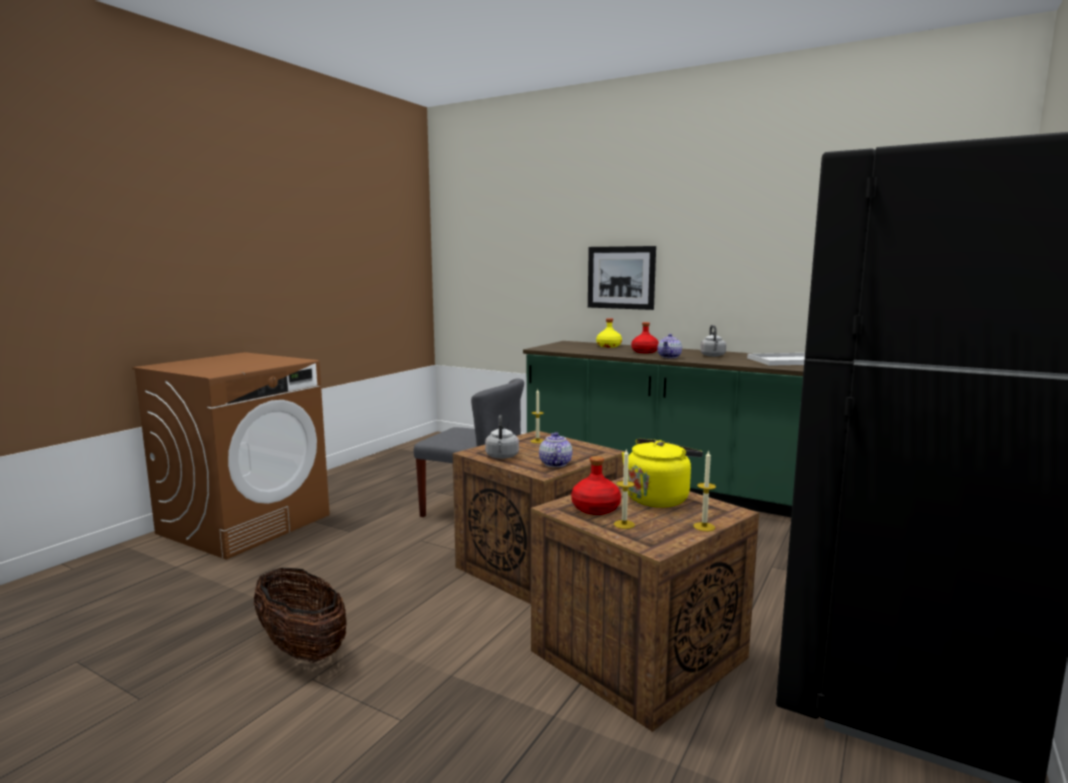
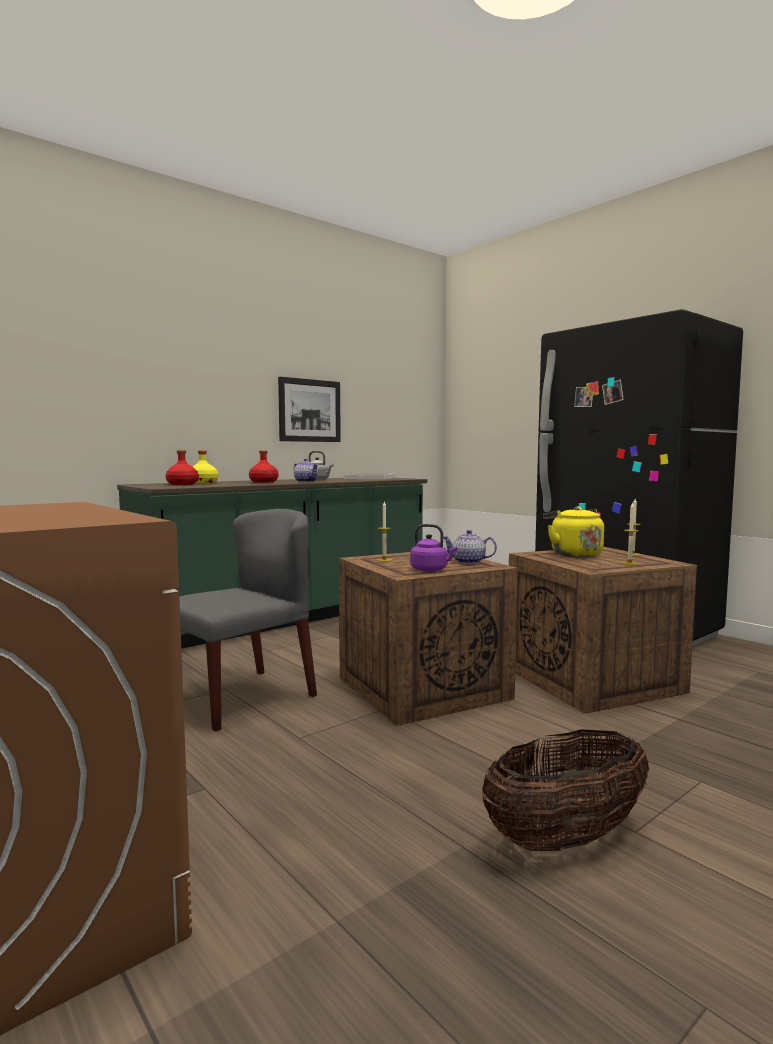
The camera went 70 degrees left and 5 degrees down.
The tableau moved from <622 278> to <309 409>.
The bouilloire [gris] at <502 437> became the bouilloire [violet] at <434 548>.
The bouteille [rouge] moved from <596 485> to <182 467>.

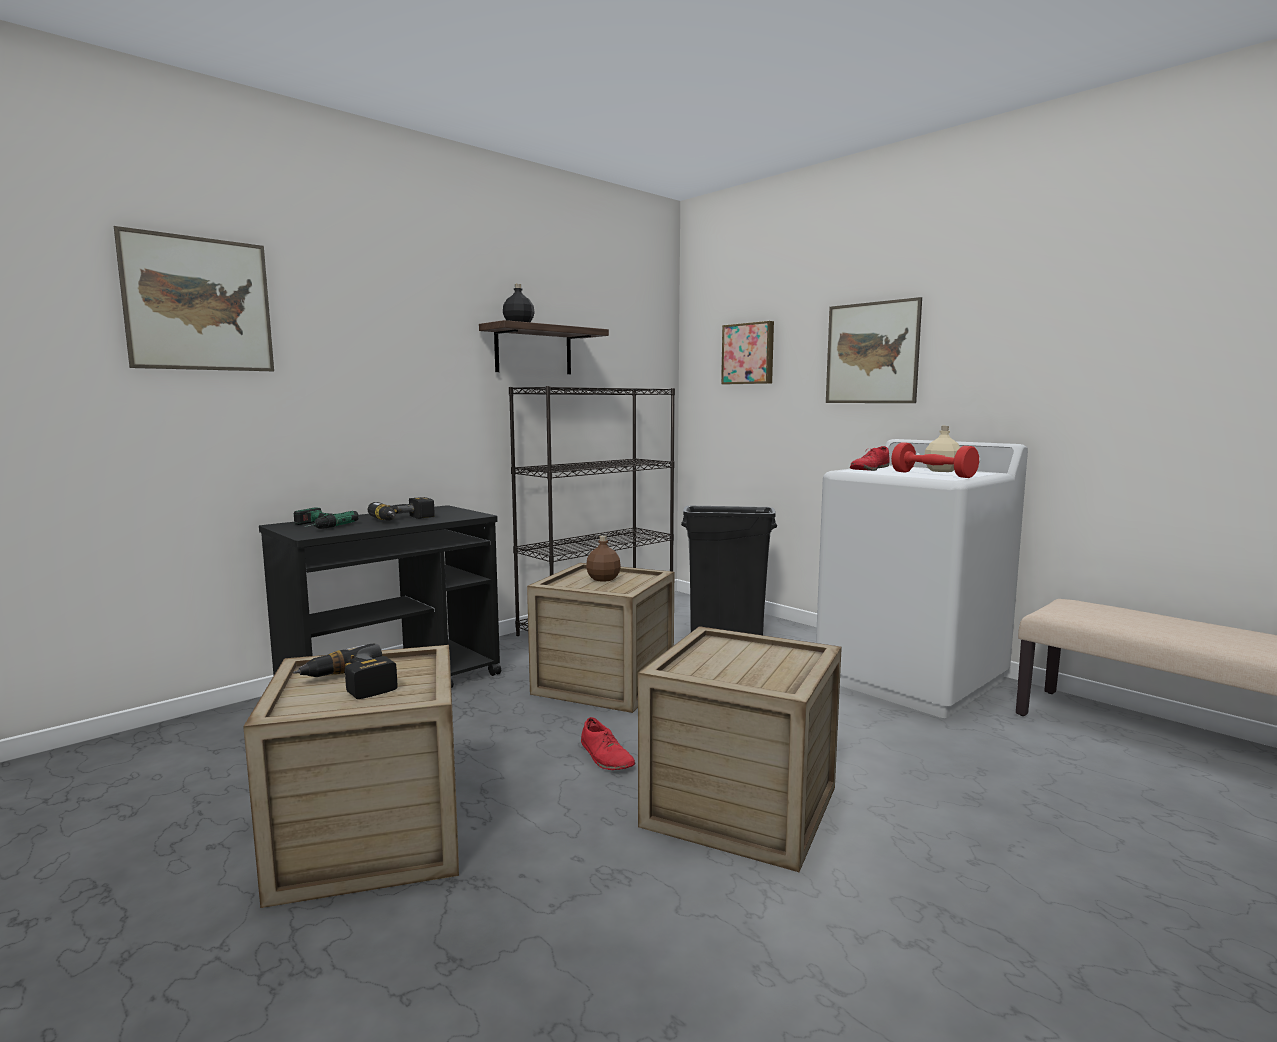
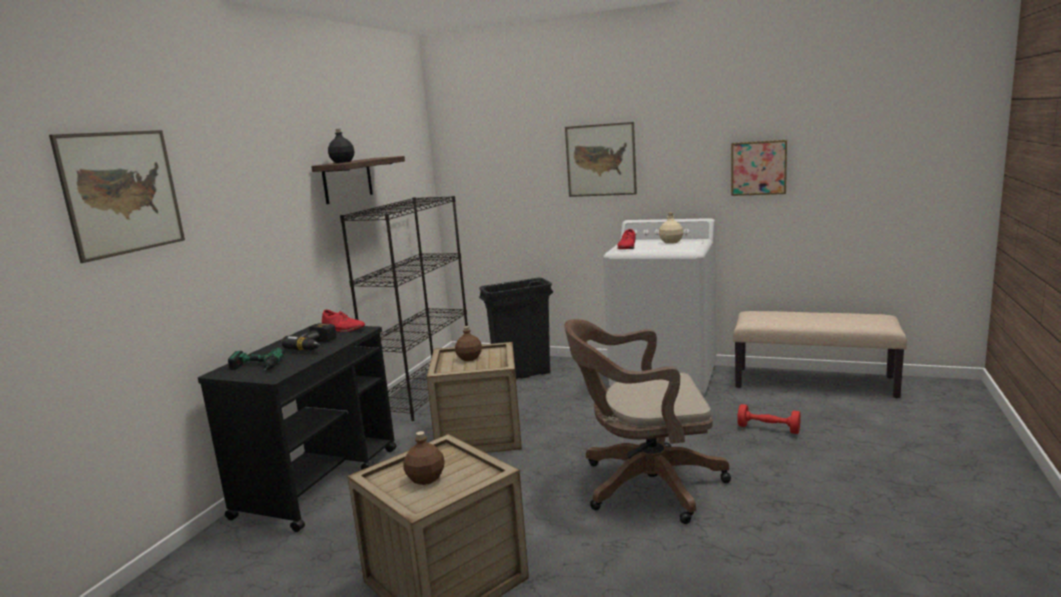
The camera went 25 degrees left and 5 degrees up.
The tableau moved from <747 352> to <759 168>.
The haltère [rouge] moved from <935 460> to <769 419>.
The caisse at <740 749> was replaced by the chaise de bureau [marron] at <647 421>.
The perceuse at <345 671> was replaced by the bouteille [marron] at <424 458>.
The chaussure [rouge] moved from <608 743> to <343 321>.

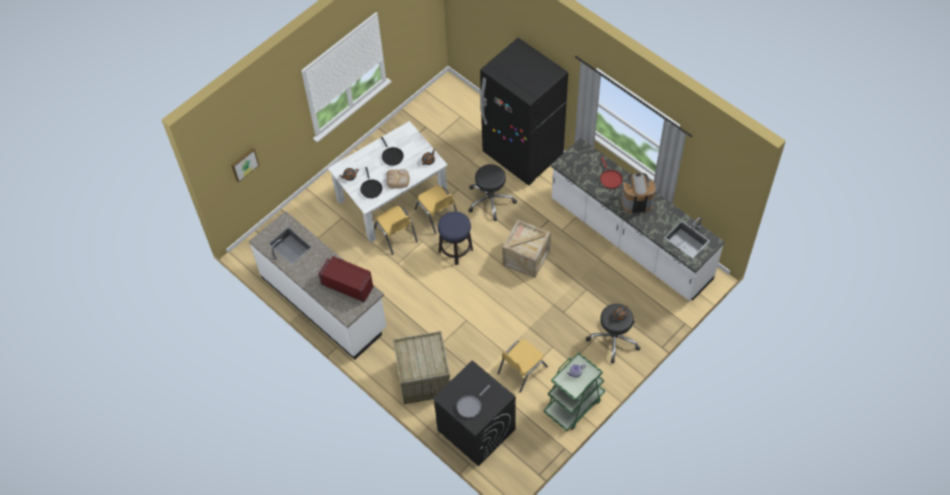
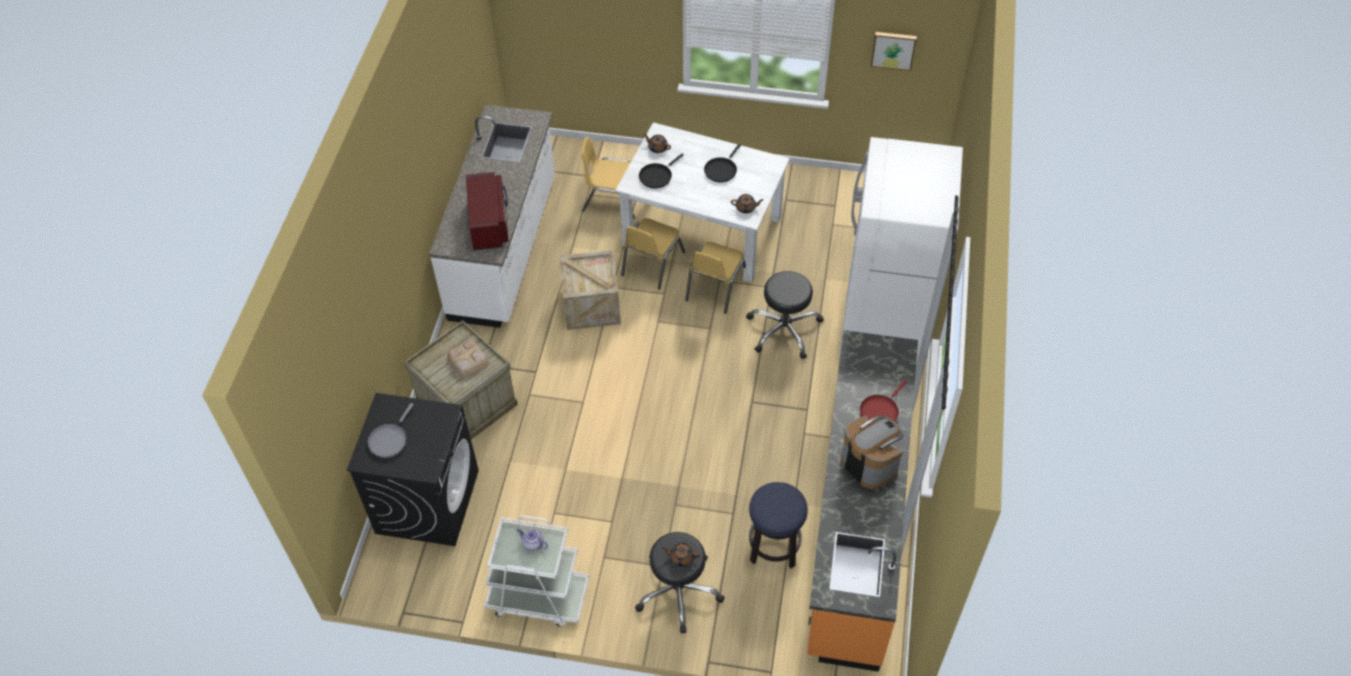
The camera went 55 degrees right and 5 degrees down.
The réfrigérateur [noir] at <524 111> became the réfrigérateur [blanc] at <901 250>.
The comptoir de cuisine [blanc] at <638 219> became the comptoir de cuisine [orange] at <862 501>.
The tableau moved from <245 165> to <894 51>.
The pain moved from <398 179> to <468 358>.
The tabouret moved from <455 238> to <778 525>.
The caisse moved from <526 248> to <590 290>.
The chaise [jaune] moved from <523 366> to <608 178>.
The chariot [vert] at <574 391> became the chariot [blanc] at <536 571>.
The poêle [gris] at <473 401> turned 75 degrees counterclockwise.

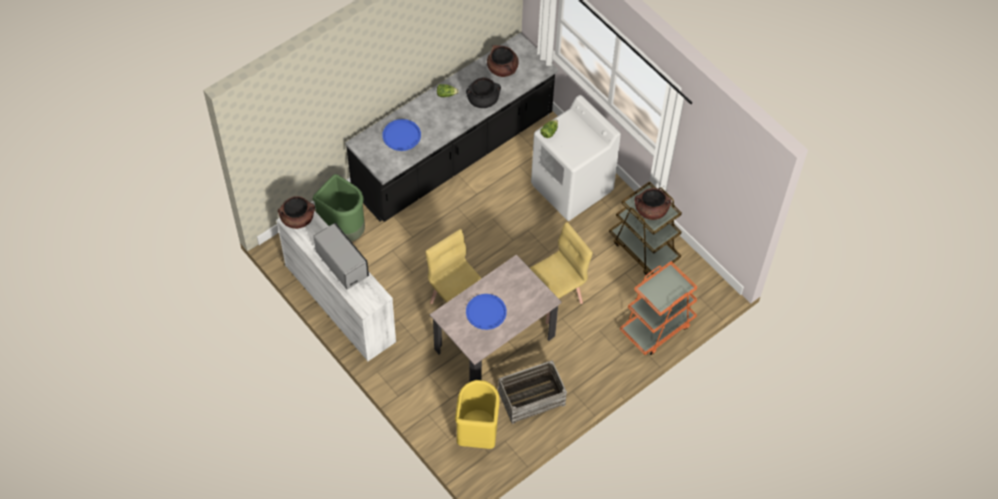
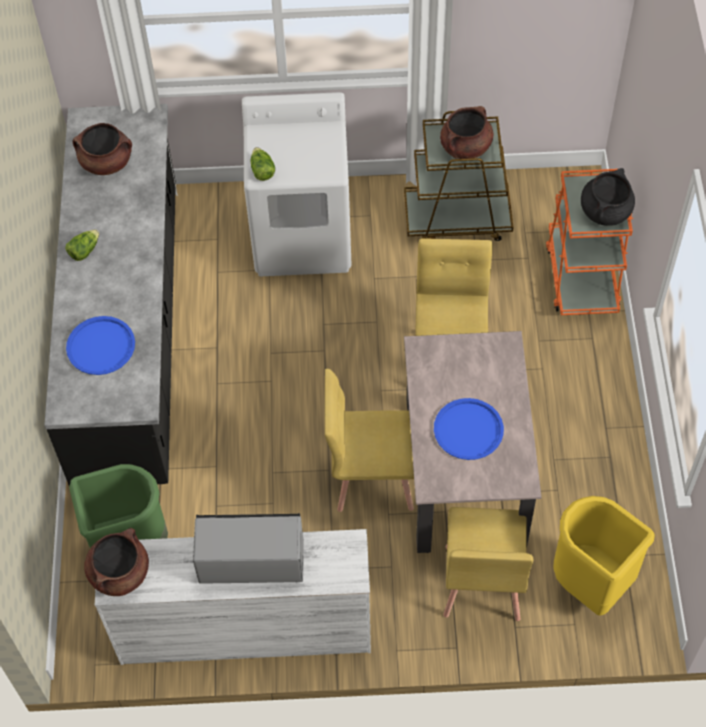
The camera went 50 degrees left and 0 degrees up.
The marmite [noir] moved from <483 92> to <608 197>.
The caisse at <532 392> disappeared.
The chaise [jaune] at <488 564> appeared.

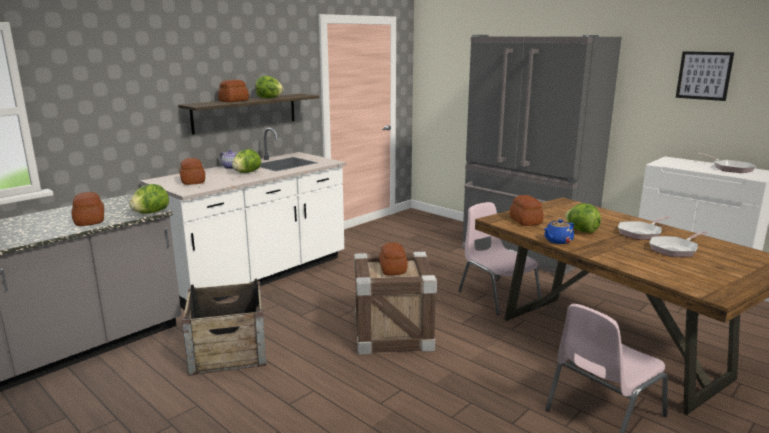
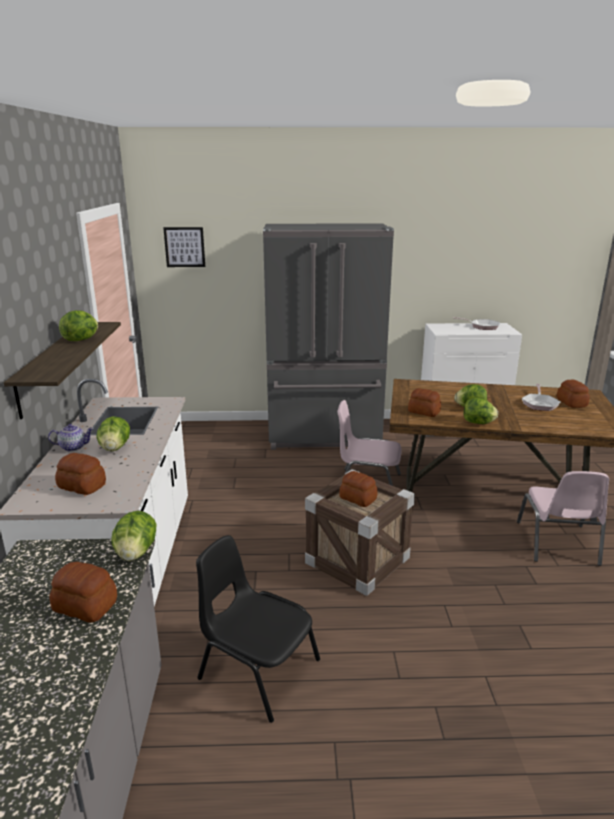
The camera went 45 degrees left and 5 degrees up.
The tableau moved from <705 76> to <184 247>.
The pain moved from <233 91> to <573 394>.
The poêle at <644 228> disappeared.
The théière [bleu] at <559 231> was replaced by the laitue at <481 411>.
The caisse at <224 327> was replaced by the chaise [noir] at <258 629>.

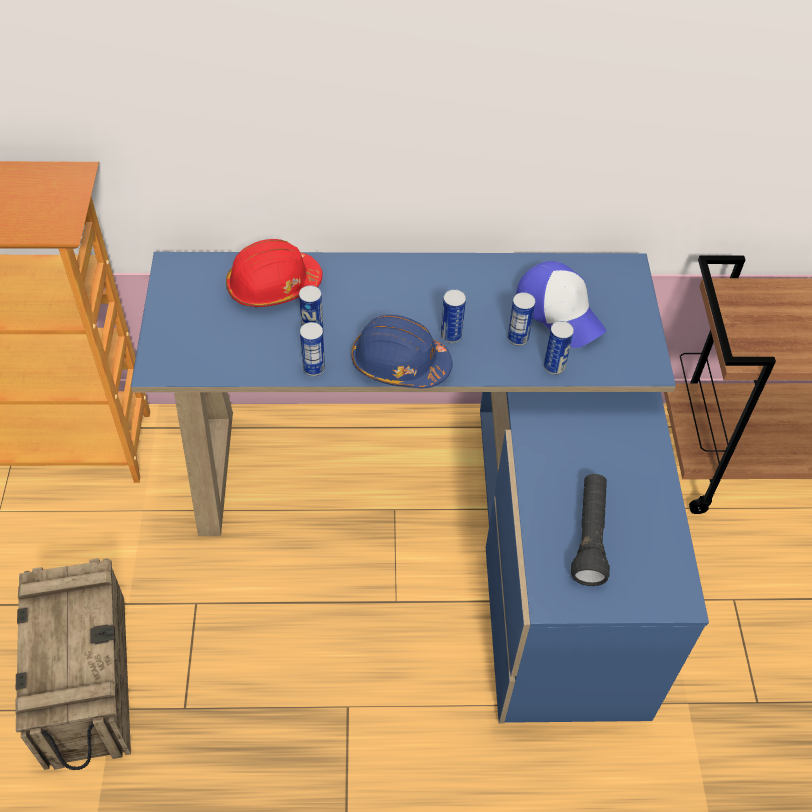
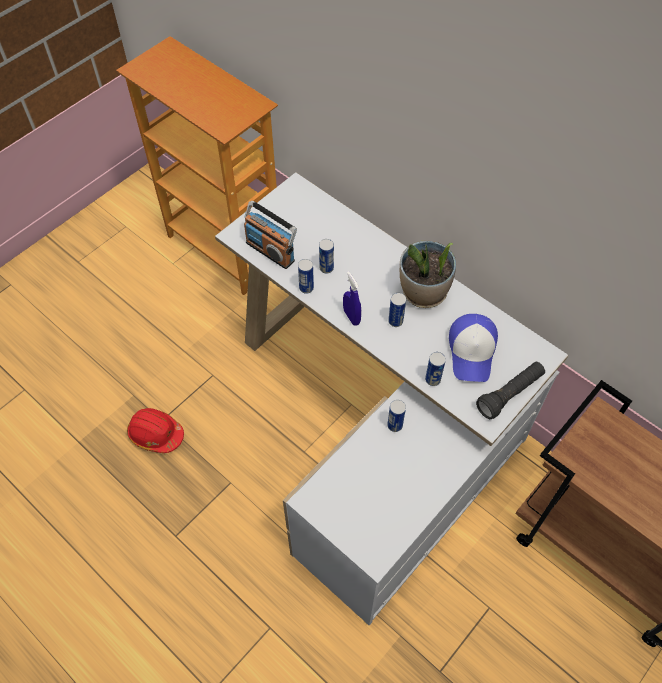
The camera went 45 degrees right and 5 degrees up.
The casque de chantier [rouge] moved from <274 273> to <155 430>.
The bureau [bleu] at <420 488> became the bureau [blanc] at <391 398>.
The boîte métallique moved from <521 319> to <396 416>.
The casque de chantier [bleu] at <402 351> was replaced by the vaporisateur [bleu] at <352 298>.
The lampe de poche [noir] moved from <590 530> to <510 390>.
The caisse at <73 664> disappeared.
The radio at <270 235> appeared.
The plante en pot at <428 274> appeared.

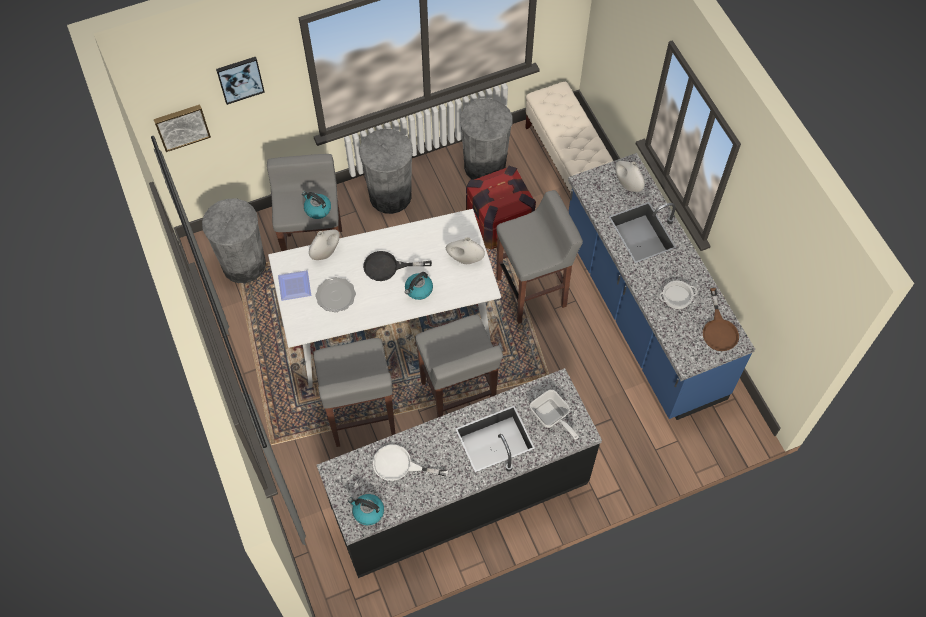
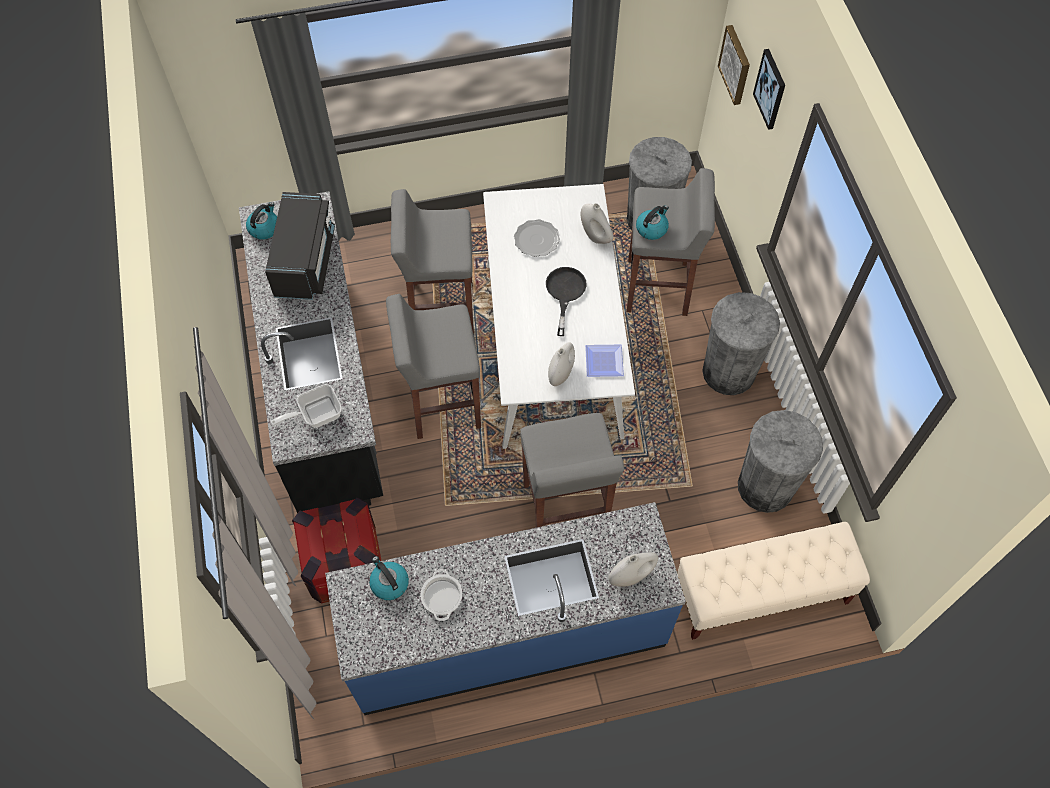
The camera went 100 degrees right and 0 degrees up.
The caisse moved from <501 207> to <337 551>.
The assiette moved from <294 285> to <604 361>.
The bouilloire moved from <419 286> to <389 578>.
The poêle [marron] at <721 319> disappeared.
The poêle [blanc] at <410 463> was replaced by the micro-ondes [noir] at <300 246>.

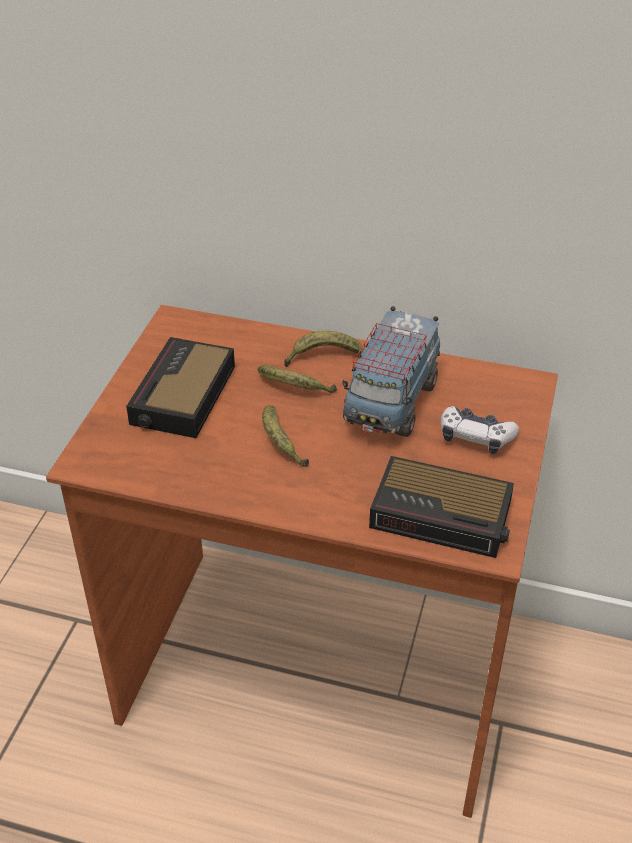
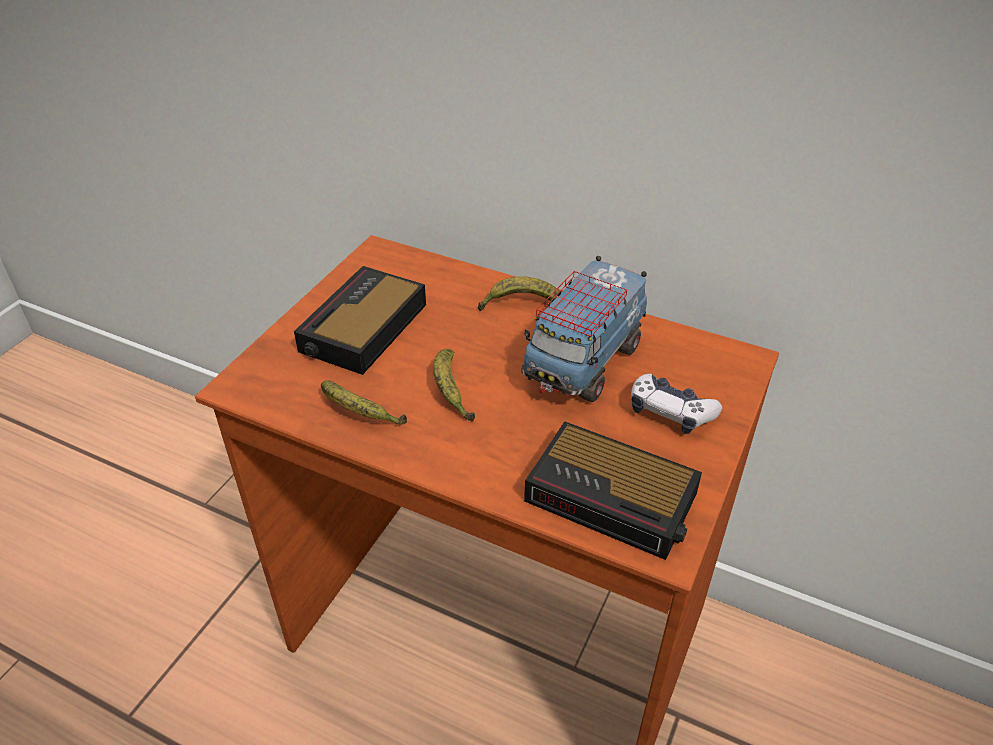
The camera went 10 degrees right and 0 degrees up.
The banane moved from <297 379> to <364 402>.

